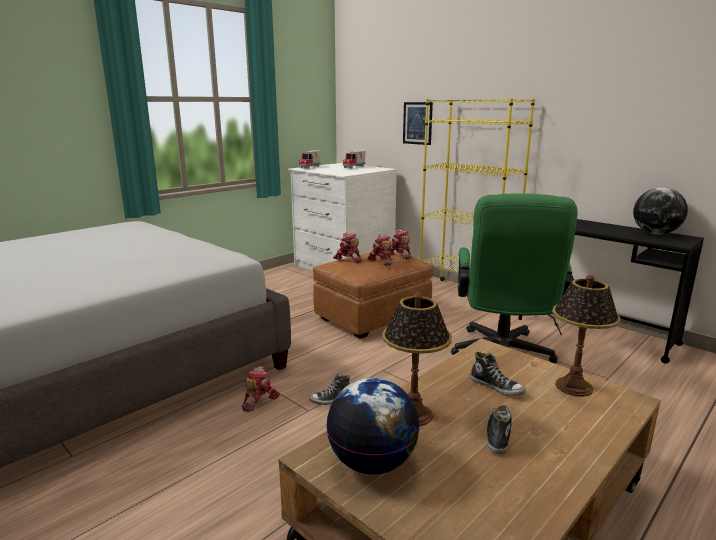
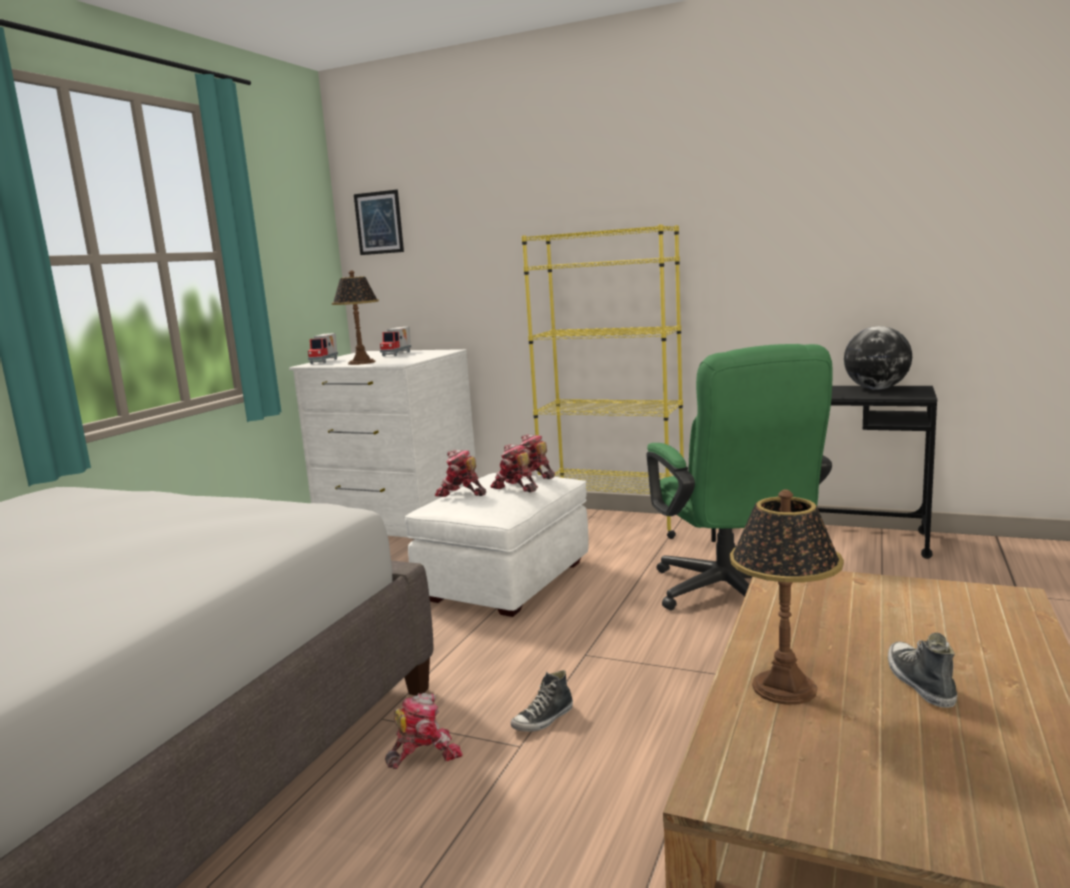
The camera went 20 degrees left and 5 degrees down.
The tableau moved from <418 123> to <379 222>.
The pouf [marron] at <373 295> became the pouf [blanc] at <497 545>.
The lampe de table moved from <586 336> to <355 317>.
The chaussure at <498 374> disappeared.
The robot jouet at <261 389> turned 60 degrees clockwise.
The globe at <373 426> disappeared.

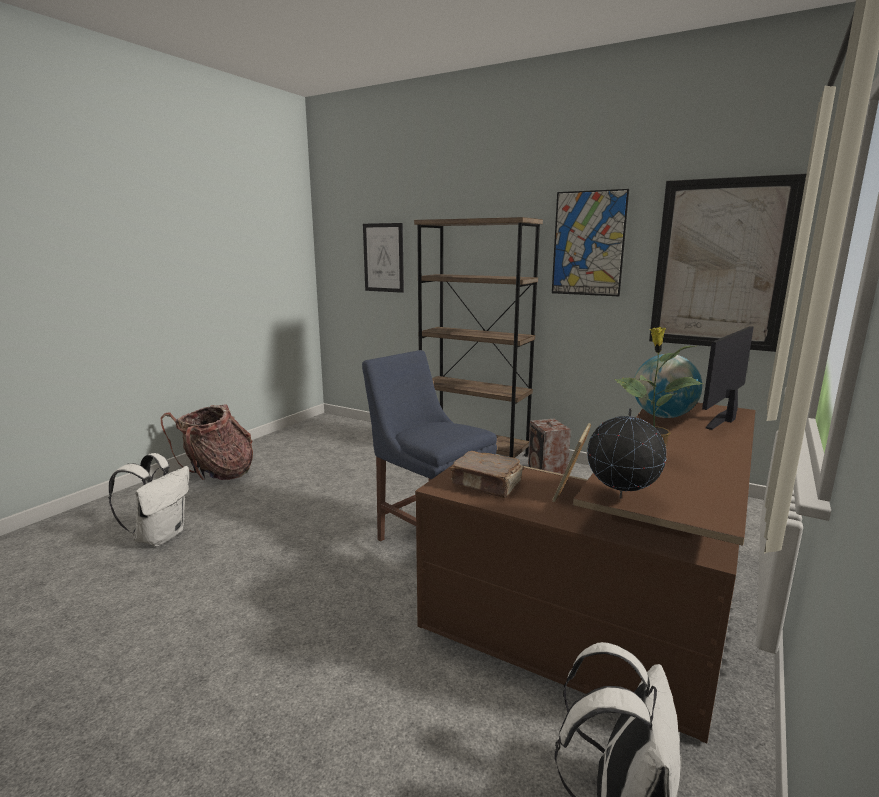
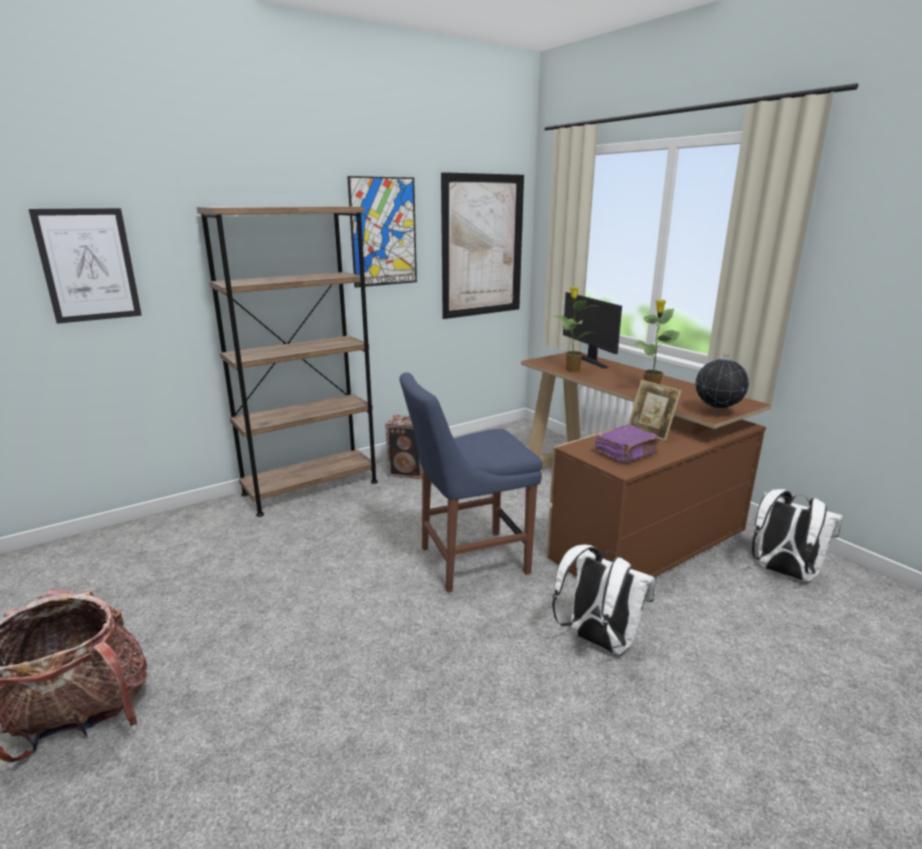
The camera went 65 degrees left and 5 degrees up.
The globe at <668 386> was replaced by the plante en pot at <575 329>.
The livre [marron] at <486 474> became the livre [violet] at <627 443>.
The sac à dos [blanc] moved from <149 499> to <603 599>.

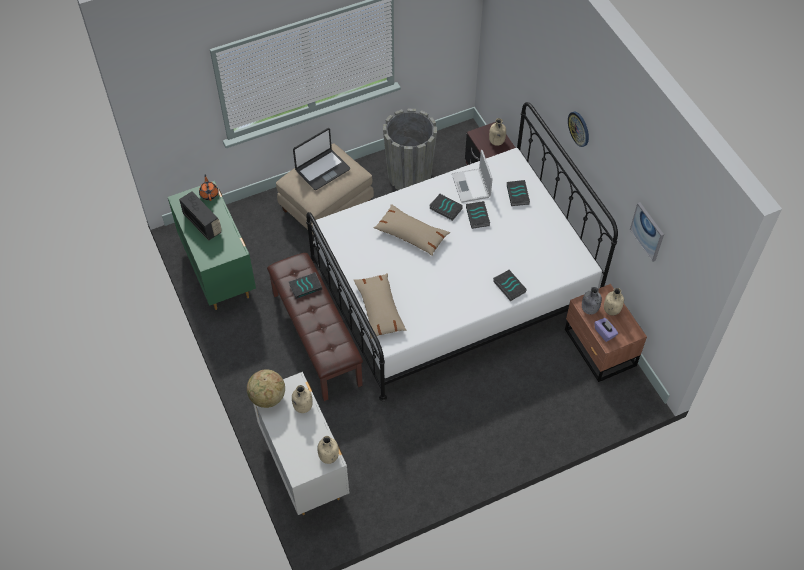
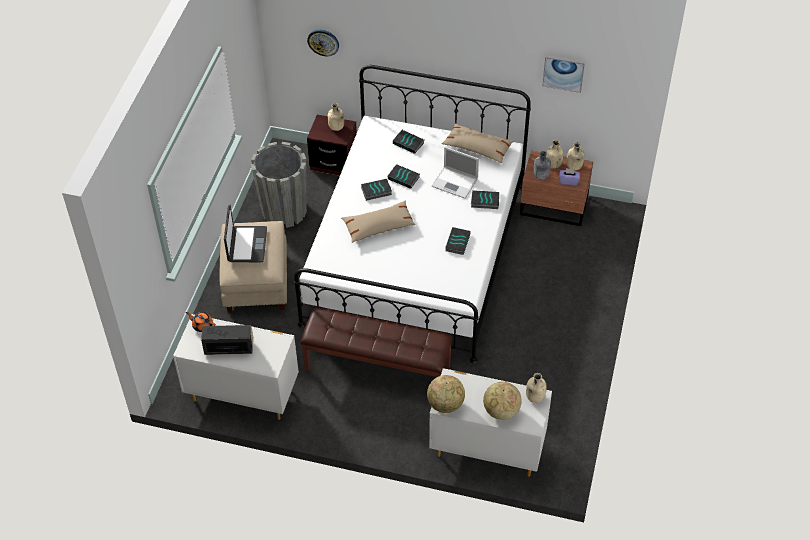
The camera went 50 degrees left and 5 degrees down.
The horloge murale moved from <578 129> to <323 43>.
The ordinateur portable moved from <472 176> to <455 173>.
The commode [vert] at <212 245> became the commode [blanc] at <236 367>.
The livre moved from <305 285> to <458 241>.
The coussin [beige] moved from <380 306> to <477 143>.
The bouteille [beige] moved from <302 399> to <575 156>.
The globe at <502 401> appeared.

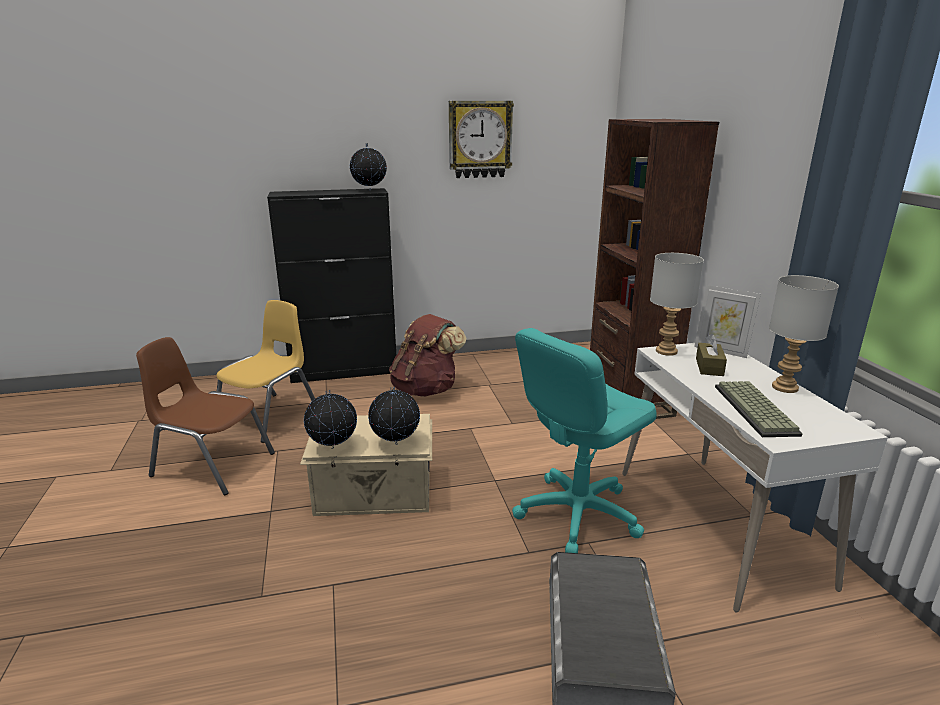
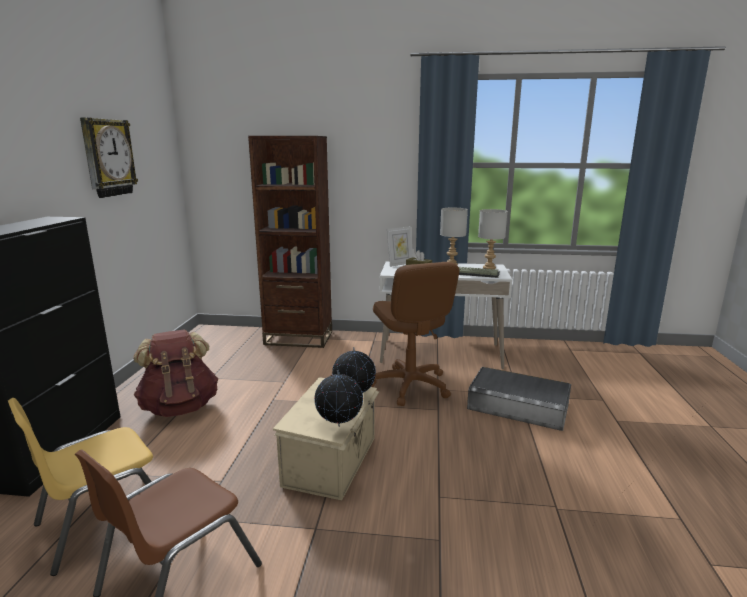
The camera went 70 degrees left and 5 degrees down.
The globe at <368 167> disappeared.
The lampe de table [gris] moved from <677 304> to <492 239>.
The chaise [jaune] at <266 371> turned 90 degrees counterclockwise.
The chaise de bureau [turquoise] at <584 440> became the chaise de bureau [marron] at <415 334>.

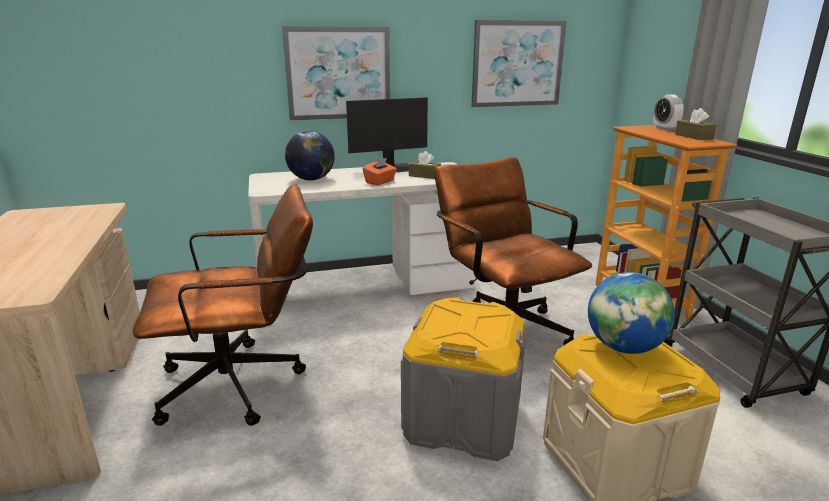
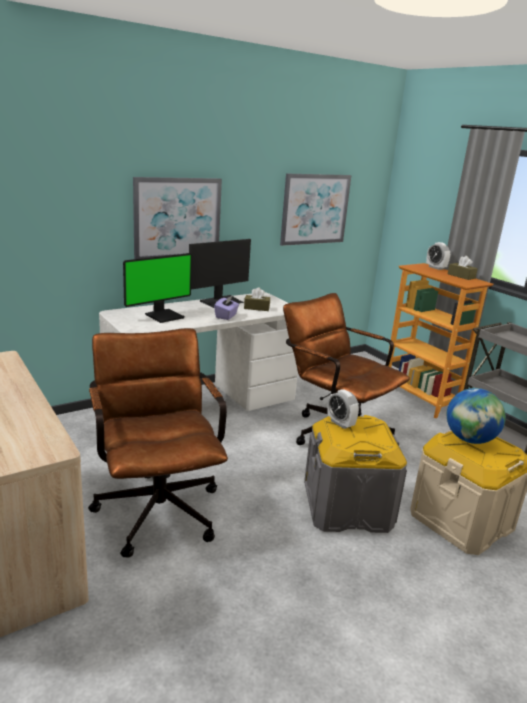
The camera went 20 degrees left and 0 degrees up.
The globe at <310 156> was replaced by the écran d'ordinateur at <157 288>.
The boîte à mouchoirs [orange] at <379 171> became the boîte à mouchoirs [violet] at <226 307>.
The chaise de bureau [marron] at <223 305> turned 75 degrees counterclockwise.
The réveil at <343 409> appeared.

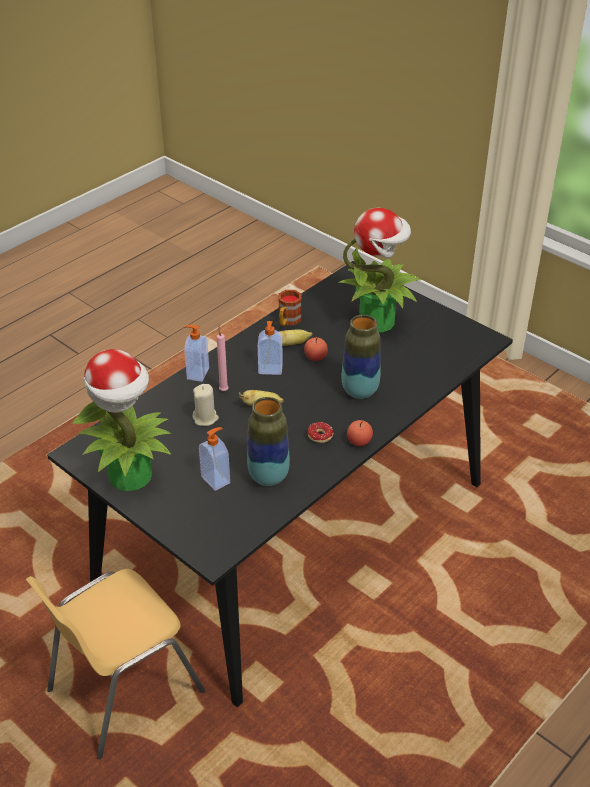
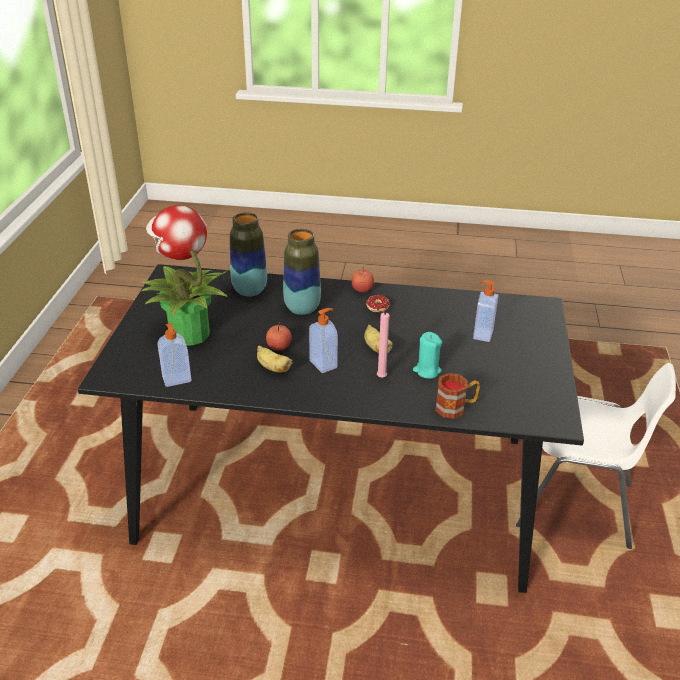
The camera went 125 degrees left and 5 degrees down.
The mug moved from <289 308> to <457 396>.
The distributeur de savon moved from <196 353> to <174 355>.
The plante en pot at <121 420> disappeared.
The bougie [beige] at <206 405> became the bougie [turquoise] at <427 355>.
The vase moved from <268 441> to <248 254>.
The chaise [jaune] at <115 664> became the chaise [blanc] at <596 456>.

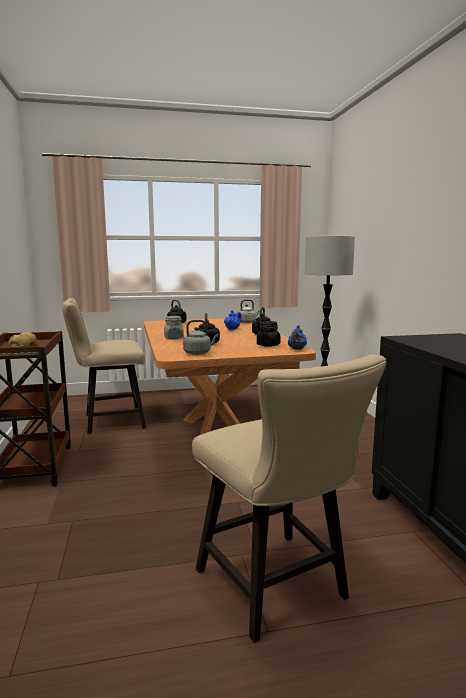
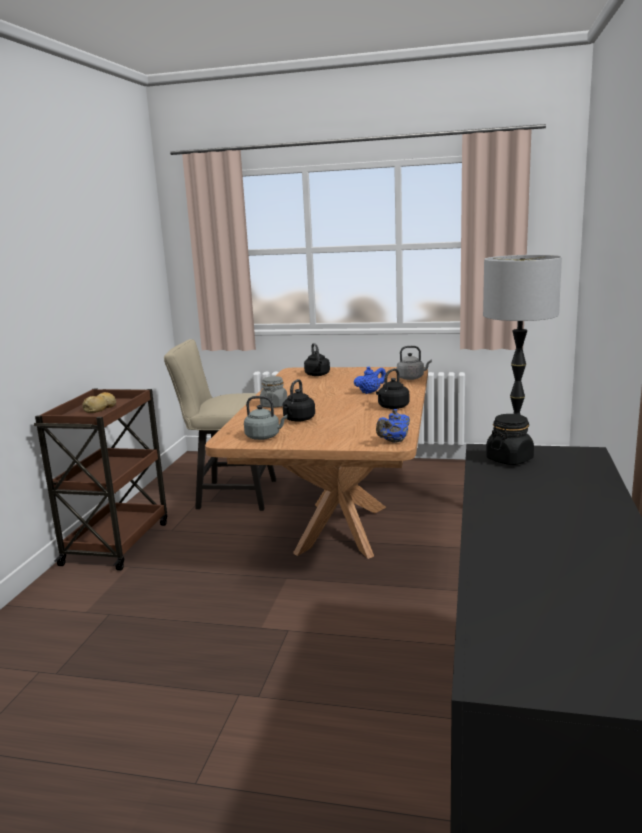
The camera went 25 degrees right and 5 degrees up.
The bocal [noir] moved from <269 334> to <510 439>.
The chaise [beige] at <289 498> disappeared.

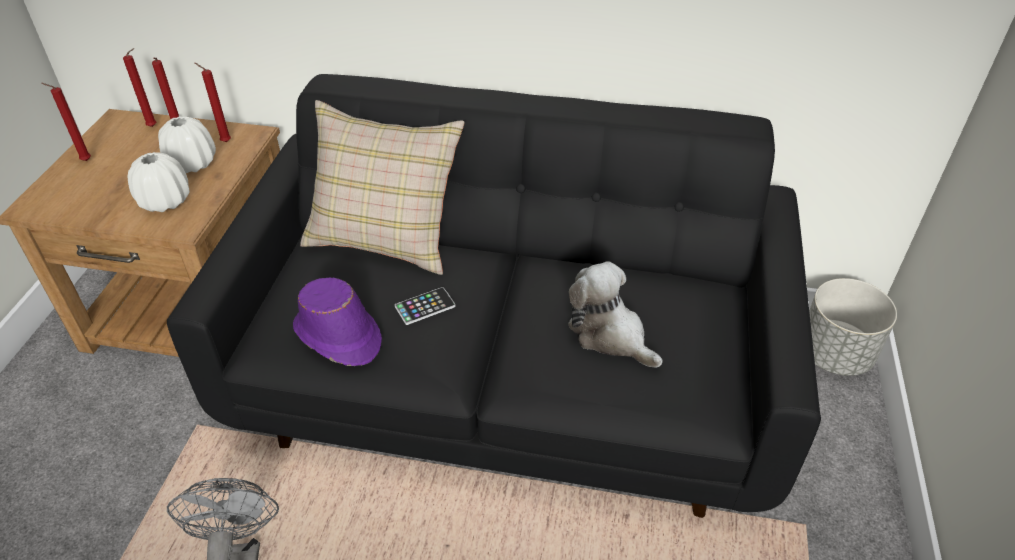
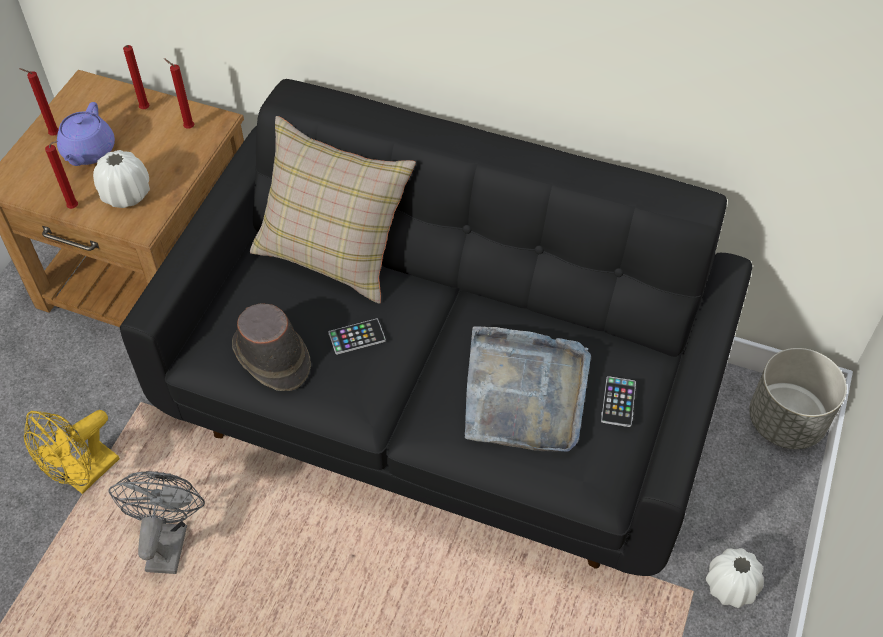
The camera went 10 degrees right and 10 degrees up.
The bougie [rouge] moved from <139 87> to <61 175>.
The vase [blanc] moved from <187 144> to <735 578>.
The peluche at <615 314> was replaced by the plateau [gris] at <528 389>.
The chapeau [violet] at <337 322> became the chapeau [marron] at <271 347>.
The théière [violet] at <86 134> appeared.
The téléphone at <618 401> appeared.
The ventilateur [jaune] at <72 452> appeared.

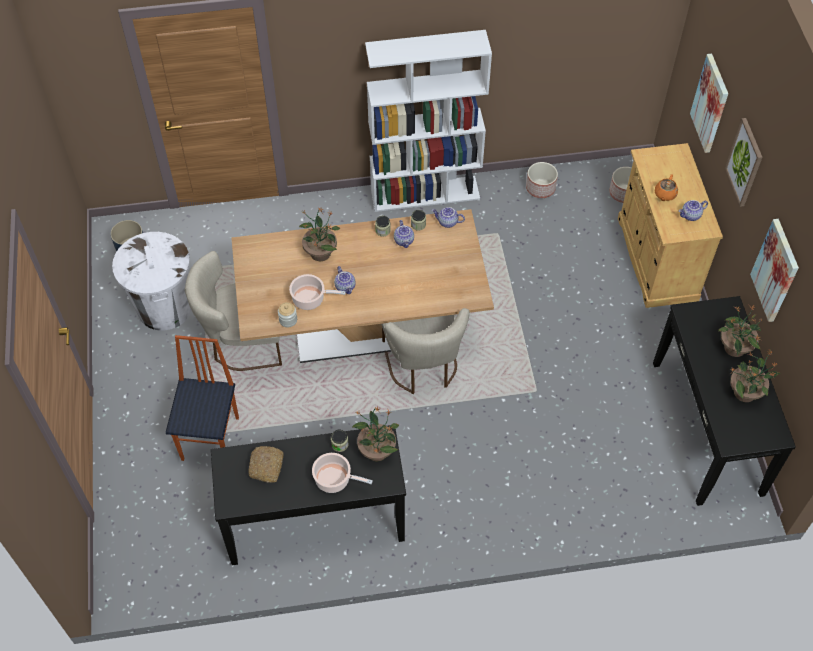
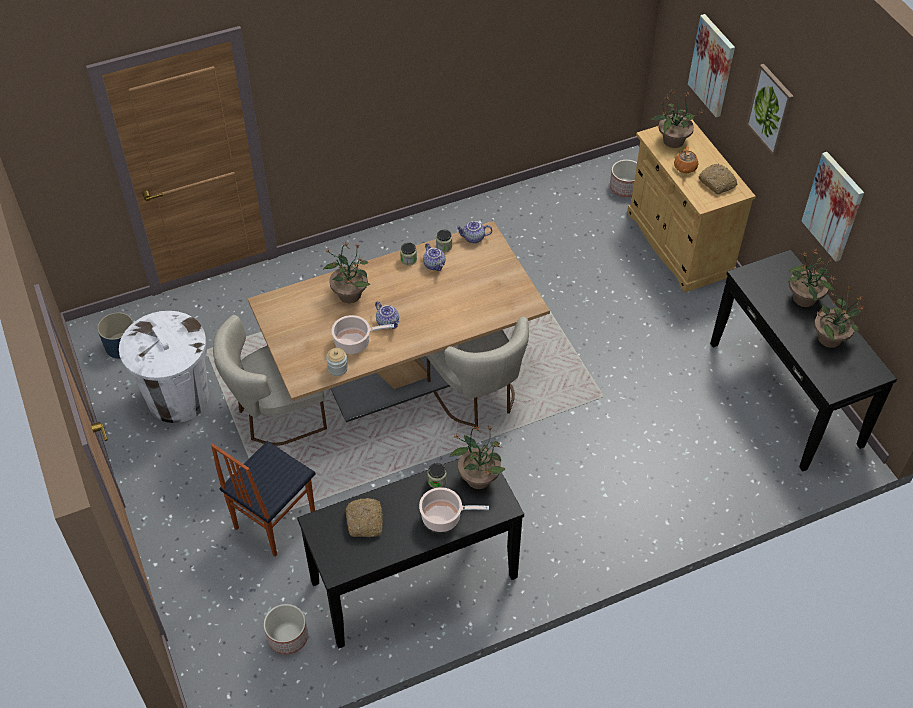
The camera went 15 degrees left and 5 degrees down.
The bibliothèque [blanc] at <428 121> disappeared.
The cache-pot moved from <542 180> to <286 629>.
The théière at <693 210> was replaced by the pain at <718 179>.
The chaise at <202 398> turned 135 degrees counterclockwise.
The plante en pot at <677 119> appeared.

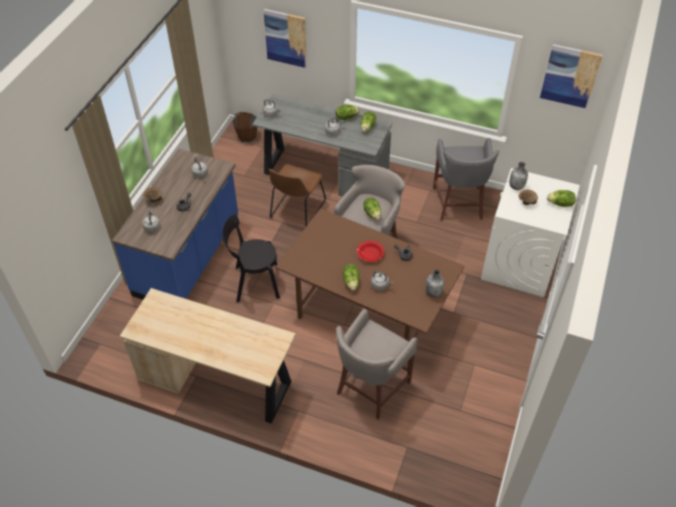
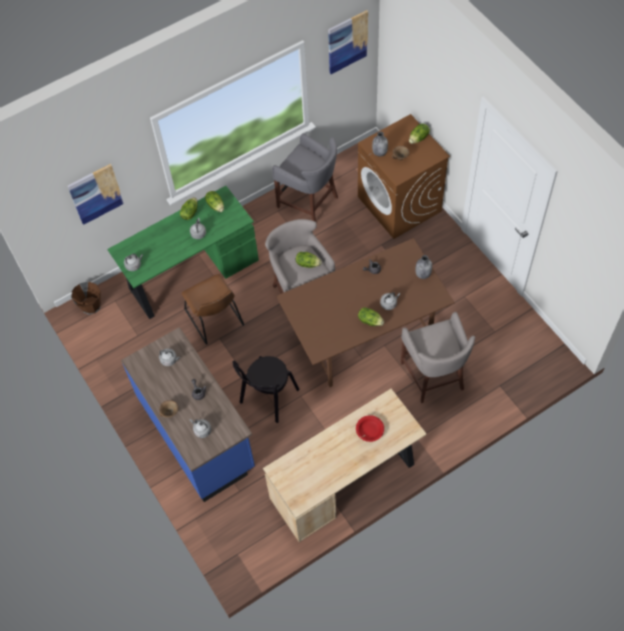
The camera went 50 degrees left and 10 degrees up.
The bureau [gris] at <322 145> became the bureau [vert] at <183 252>.
The lave-linge [blanc] at <530 232> became the lave-linge [marron] at <404 176>.
The bol [rouge] moved from <371 251> to <370 428>.

